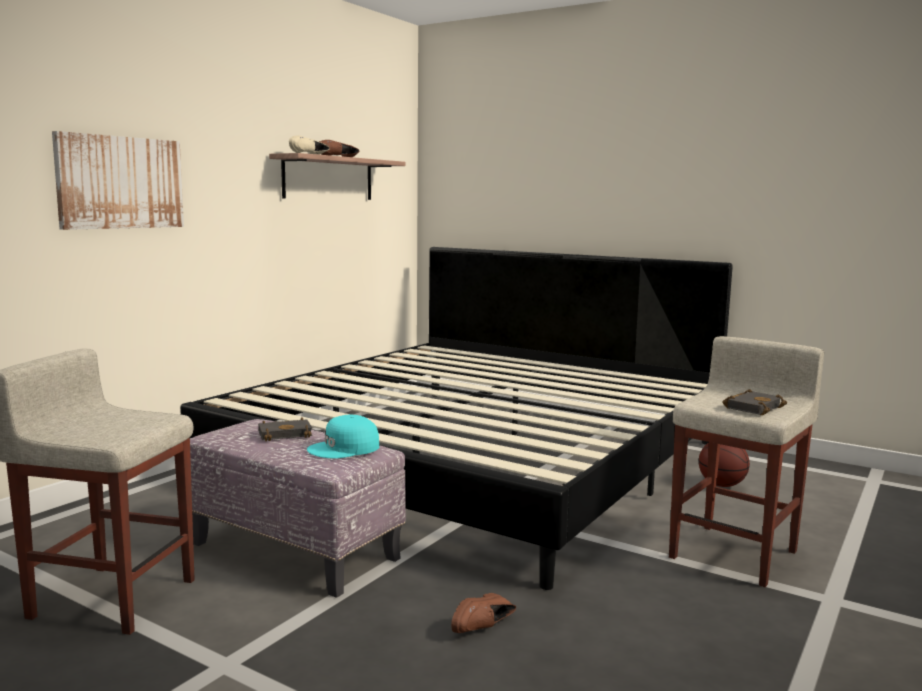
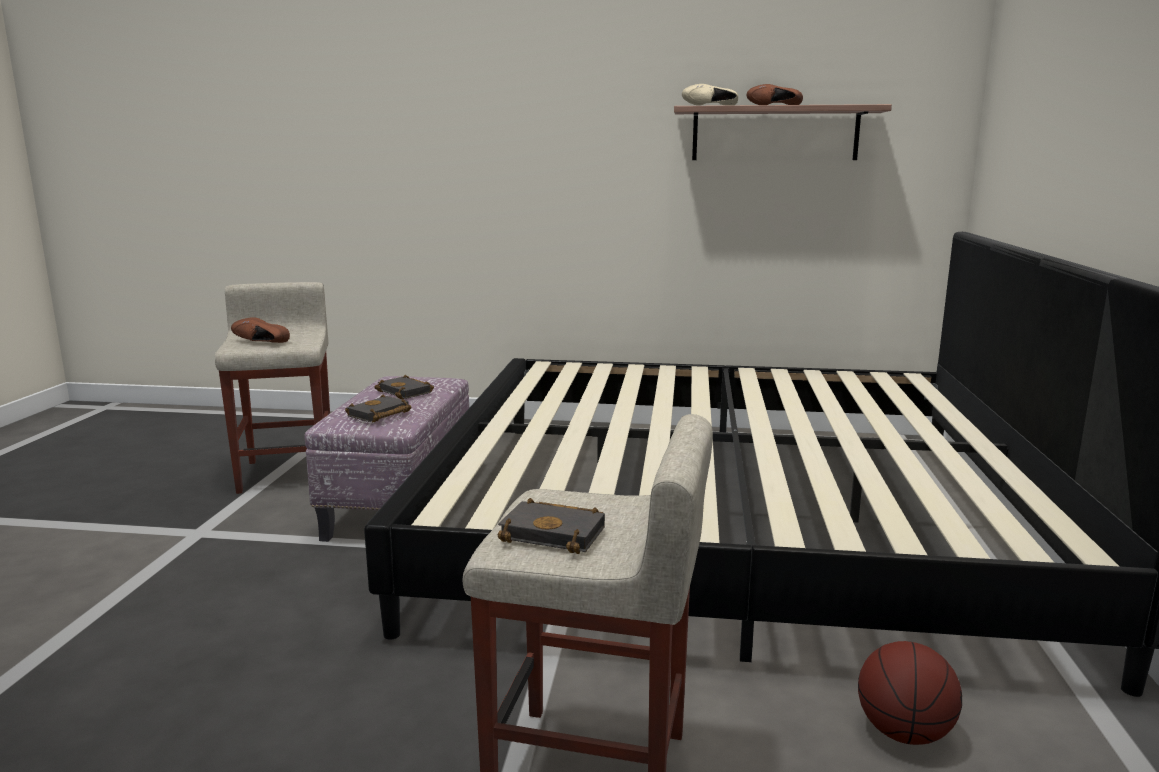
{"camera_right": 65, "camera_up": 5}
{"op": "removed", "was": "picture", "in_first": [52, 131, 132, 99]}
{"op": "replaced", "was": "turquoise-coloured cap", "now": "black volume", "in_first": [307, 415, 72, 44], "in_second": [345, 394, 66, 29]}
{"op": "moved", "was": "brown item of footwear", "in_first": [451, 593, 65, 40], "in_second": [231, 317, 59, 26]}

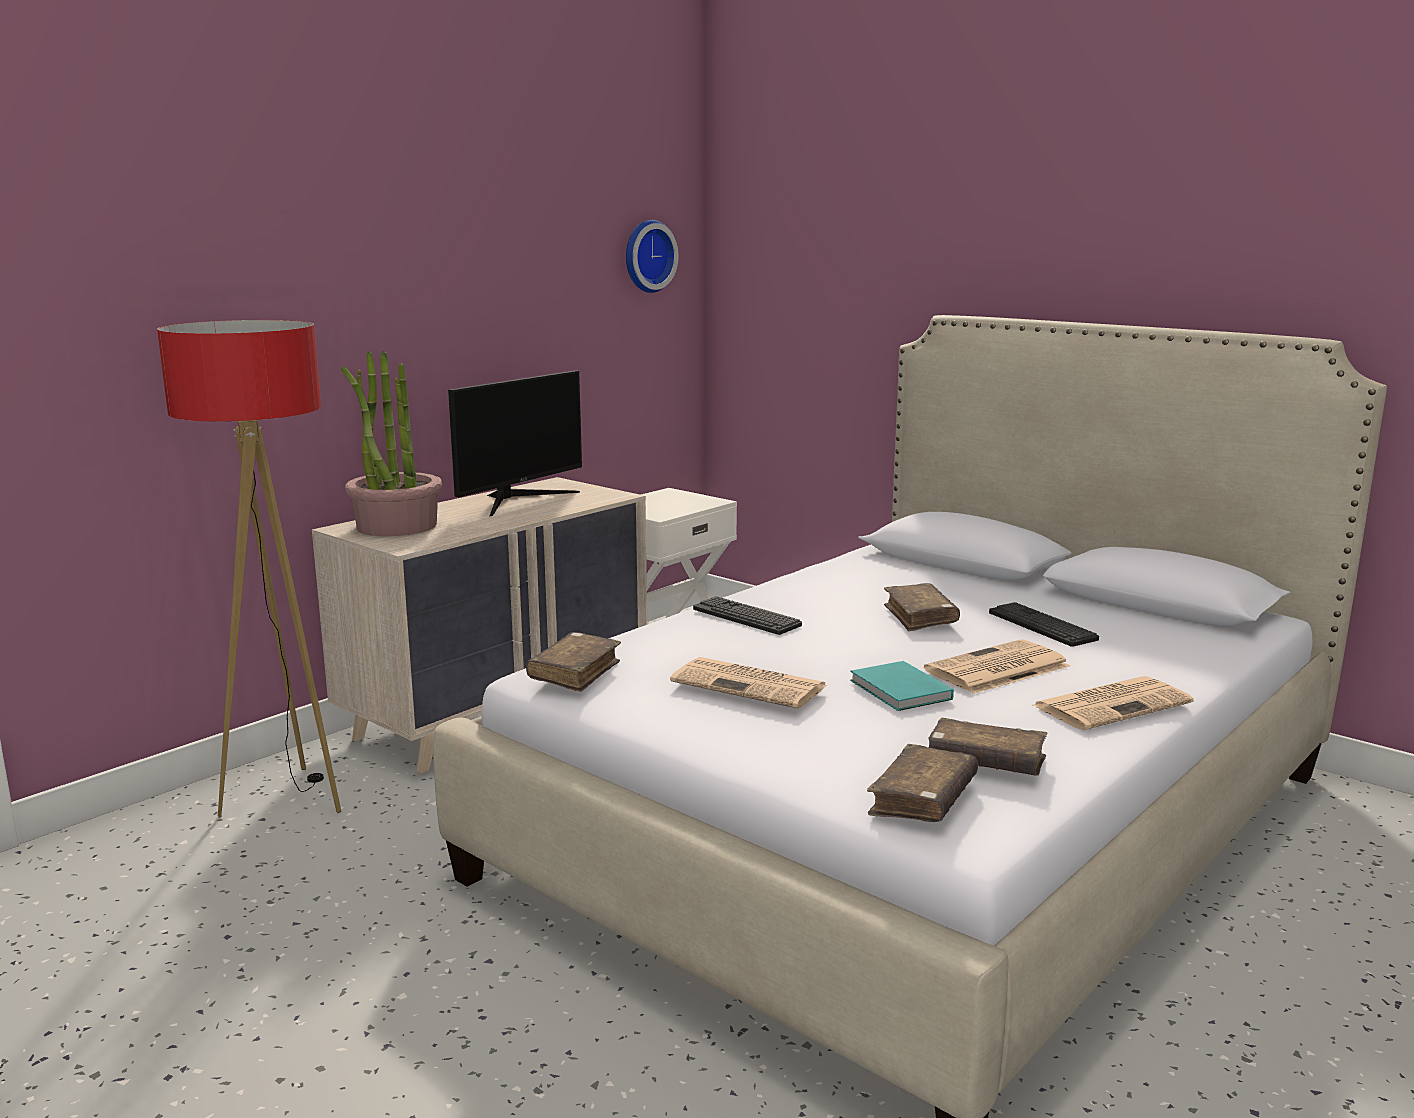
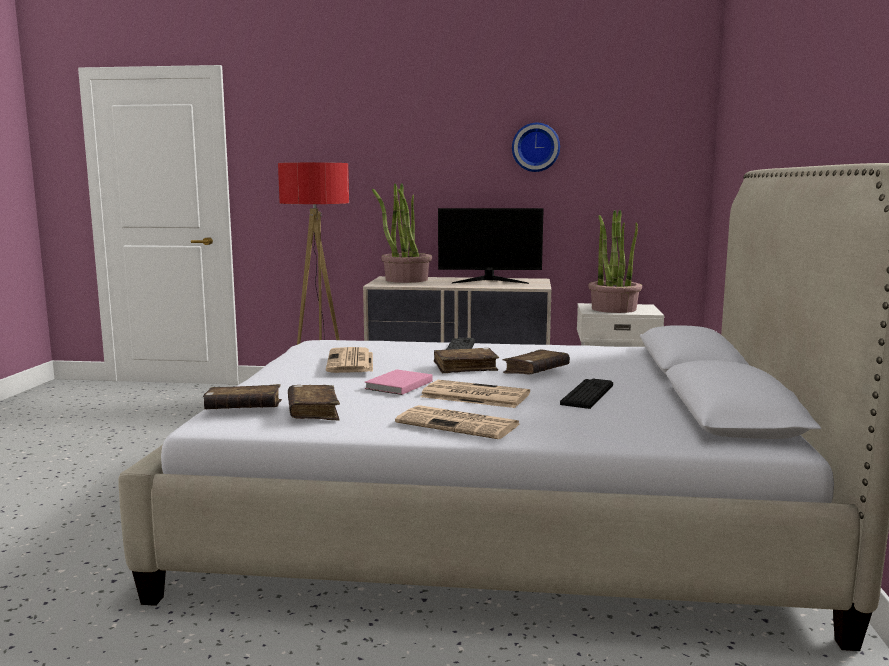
{"camera_right": 55, "camera_up": -5}
{"op": "moved", "was": "hanging clock", "in_first": [626, 220, 53, 73], "in_second": [512, 123, 48, 49]}
{"op": "moved", "was": "brown volume", "in_first": [526, 632, 95, 60], "in_second": [434, 348, 65, 25]}
{"op": "recoloured", "was": "turquoise-coloured volume", "now": "pink volume", "in_first": [850, 661, 104, 50], "in_second": [365, 369, 68, 26]}
{"op": "added", "now": "potted plant", "in_second": [588, 210, 54, 103]}

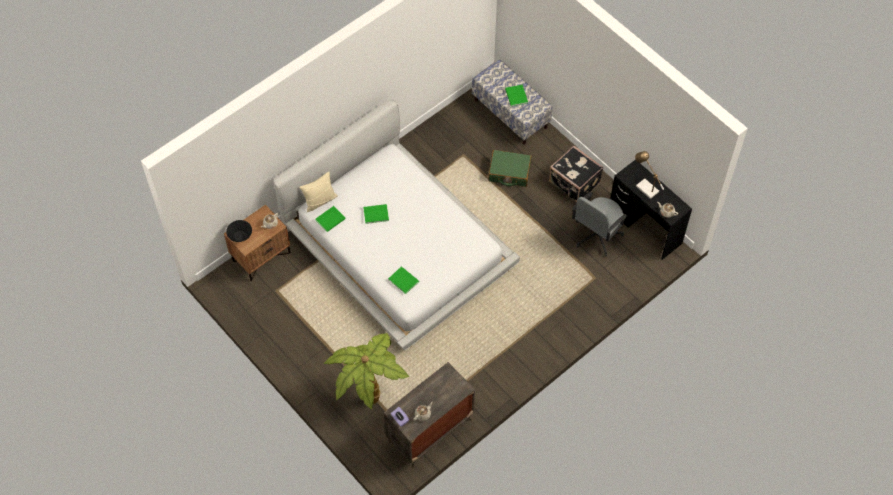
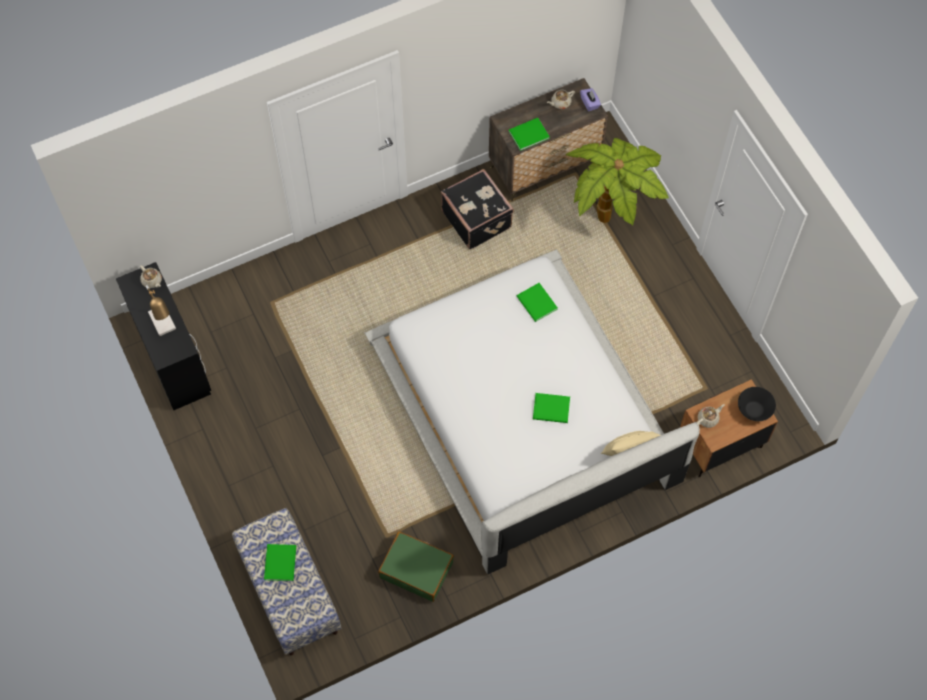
{"camera_right": -165, "camera_up": 5}
{"op": "moved", "was": "black travel case", "in_first": [549, 145, 54, 57], "in_second": [441, 169, 73, 80]}
{"op": "moved", "was": "green travel case", "in_first": [488, 150, 44, 37], "in_second": [378, 532, 76, 70]}
{"op": "removed", "was": "gray computer chair", "in_first": [572, 192, 56, 64]}
{"op": "moved", "was": "green volume", "in_first": [316, 206, 30, 26], "in_second": [508, 118, 42, 33]}

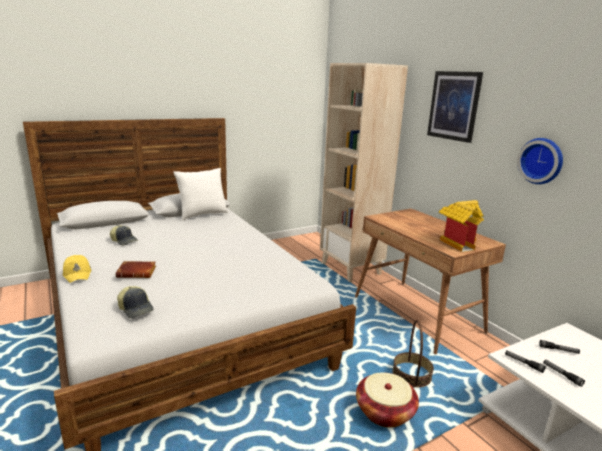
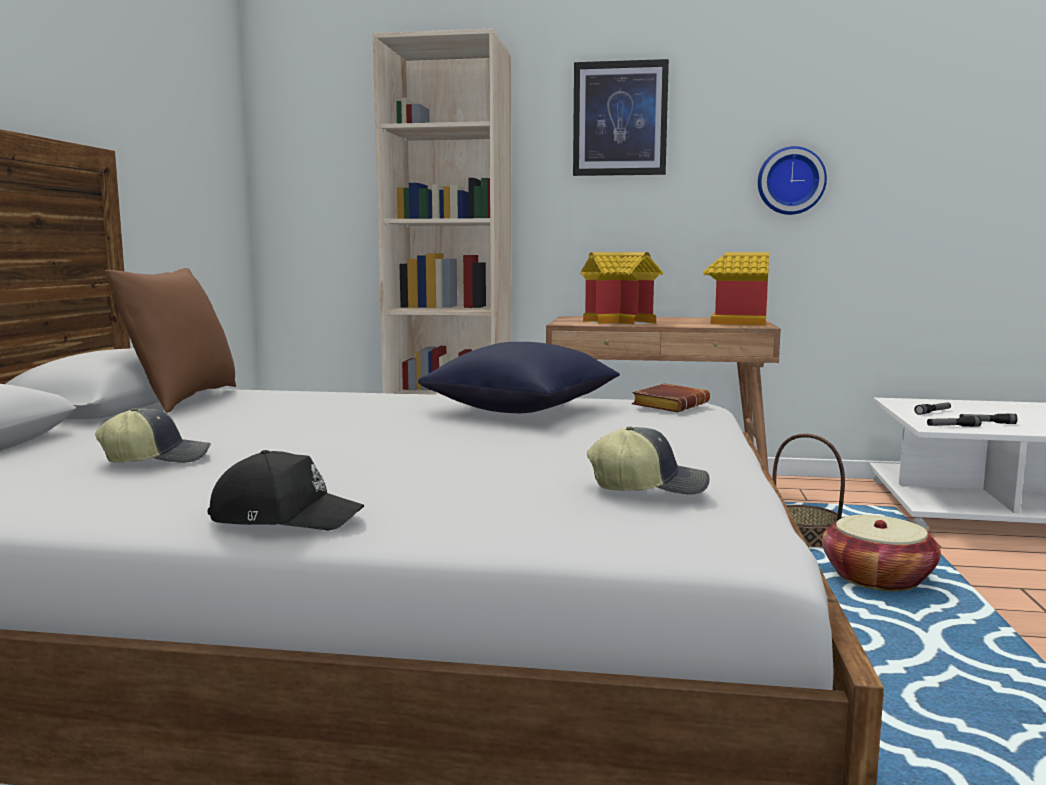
{"camera_right": -50, "camera_up": -10}
{"op": "recoloured", "was": "white throw pillow", "now": "brown throw pillow", "in_first": [173, 168, 55, 53], "in_second": [105, 268, 131, 145]}
{"op": "recoloured", "was": "yellow-coloured cap", "now": "black cap", "in_first": [63, 255, 28, 28], "in_second": [208, 450, 156, 81]}
{"op": "moved", "was": "brown volume", "in_first": [116, 261, 40, 17], "in_second": [632, 383, 78, 29]}
{"op": "added", "now": "toy house", "in_second": [580, 252, 83, 73]}
{"op": "added", "now": "blue-coloured throw pillow", "in_second": [418, 342, 202, 71]}

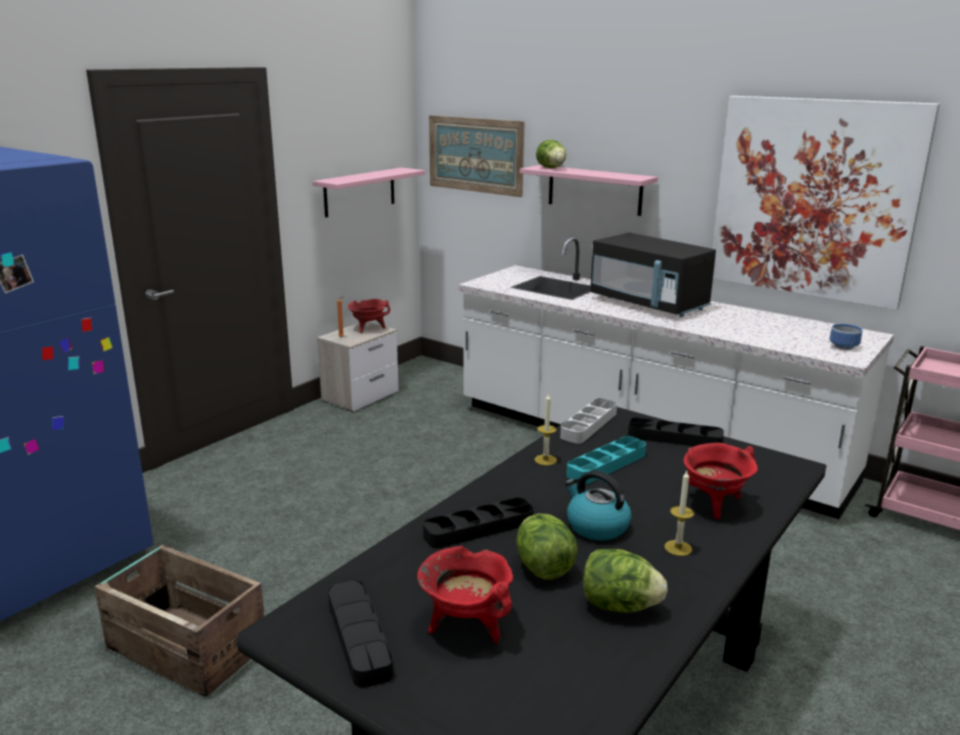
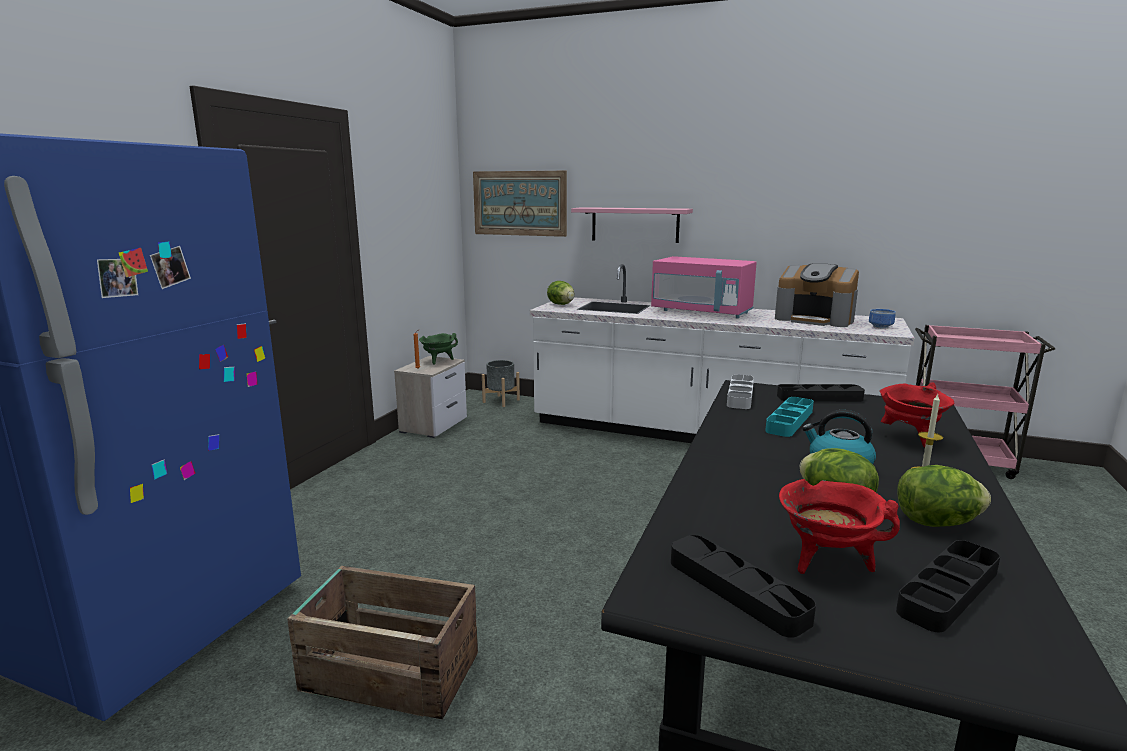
{"camera_right": -15, "camera_up": -5}
{"op": "removed", "was": "picture", "in_first": [712, 96, 228, 214]}
{"op": "moved", "was": "lettuce", "in_first": [536, 140, 30, 28], "in_second": [547, 281, 28, 24]}
{"op": "removed", "was": "pink shelf", "in_first": [312, 168, 113, 49]}
{"op": "recoloured", "was": "black microwave oven", "now": "pink microwave oven", "in_first": [590, 233, 126, 84], "in_second": [651, 256, 106, 62]}
{"op": "recoloured", "was": "red stockpot", "now": "green stockpot", "in_first": [348, 299, 42, 34], "in_second": [419, 333, 39, 32]}
{"op": "removed", "was": "wax light", "in_first": [534, 393, 23, 72]}
{"op": "moved", "was": "black serving tray", "in_first": [423, 497, 111, 51], "in_second": [896, 540, 104, 92]}
{"op": "added", "now": "coffee maker", "in_second": [775, 263, 84, 64]}
{"op": "added", "now": "gray flower pot", "in_second": [482, 360, 38, 47]}

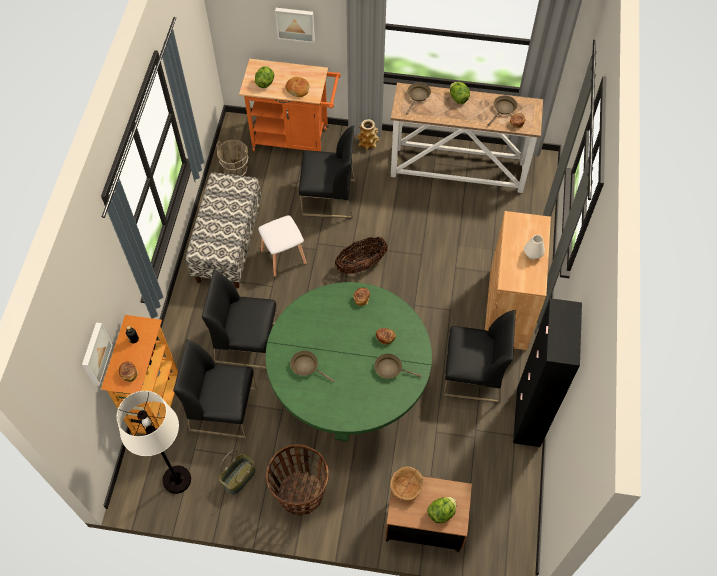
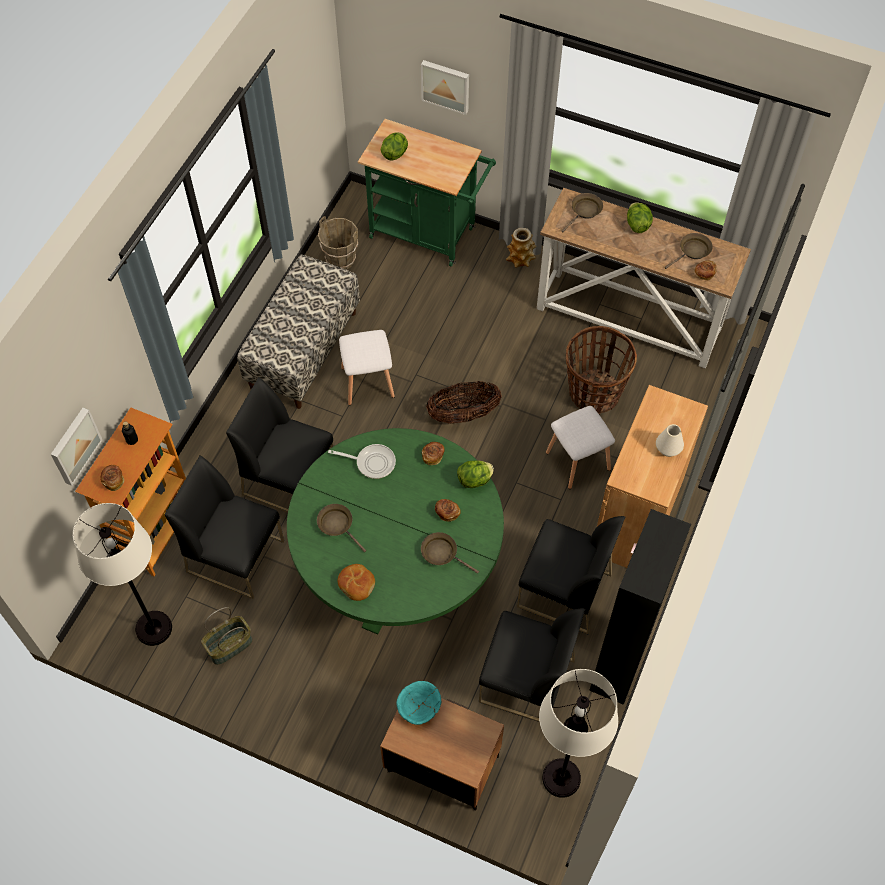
{"camera_right": 15, "camera_up": 0}
{"op": "recoloured", "was": "orange-coloured cart", "now": "green cart", "in_first": [239, 59, 102, 92], "in_second": [358, 119, 138, 148]}
{"op": "moved", "was": "bread", "in_first": [286, 77, 23, 20], "in_second": [338, 564, 37, 37]}
{"op": "moved", "was": "black plain chair", "in_first": [299, 125, 57, 94], "in_second": [479, 608, 106, 114]}
{"op": "moved", "was": "basket", "in_first": [266, 444, 63, 72], "in_second": [566, 326, 71, 88]}
{"op": "recoloured", "was": "brown deep dish", "now": "turquoise-coloured deep dish", "in_first": [390, 467, 33, 34], "in_second": [396, 681, 45, 44]}
{"op": "moved", "was": "lettuce", "in_first": [427, 497, 29, 26], "in_second": [457, 460, 37, 28]}
{"op": "added", "now": "white stool seat", "in_second": [546, 406, 69, 83]}
{"op": "added", "now": "pan", "in_second": [328, 444, 68, 35]}
{"op": "added", "now": "white standing lamp", "in_second": [539, 669, 79, 129]}

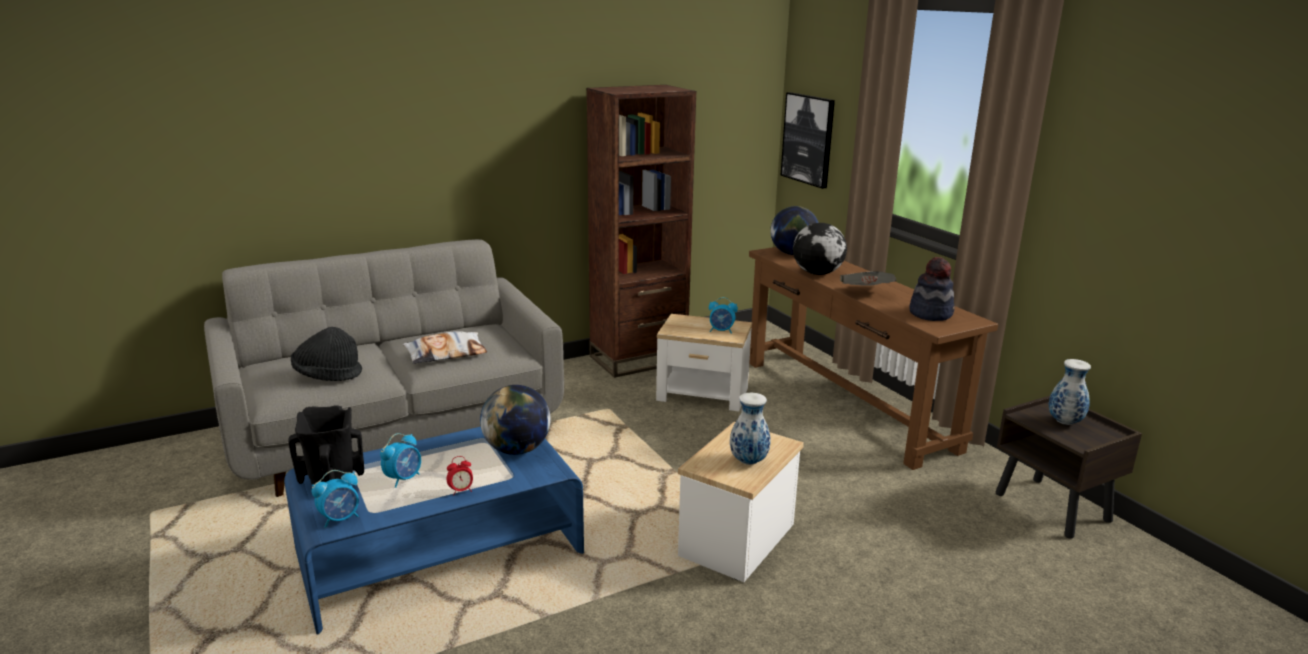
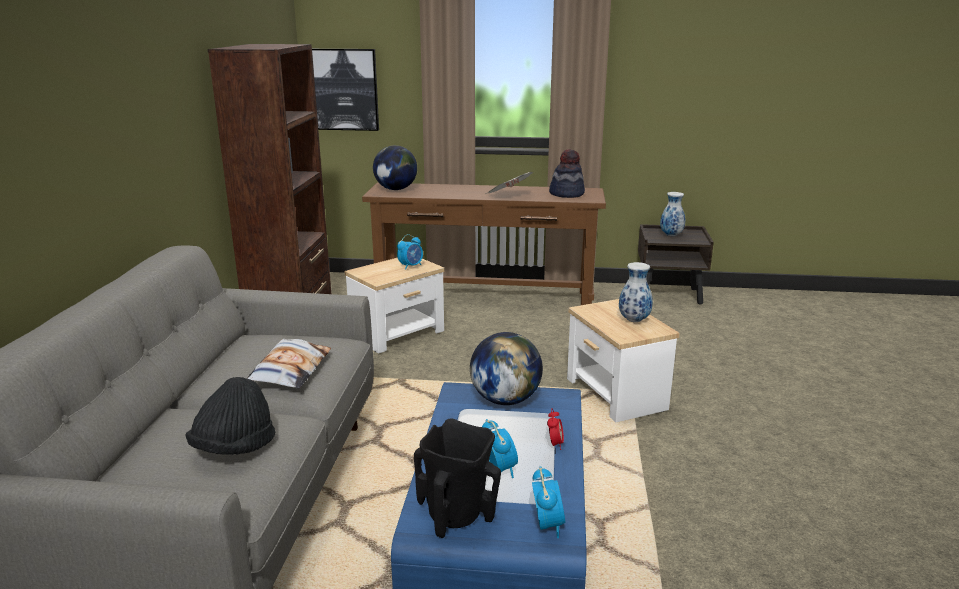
{"camera_right": -55, "camera_up": 0}
{"op": "removed", "was": "desk globe", "in_first": [793, 223, 54, 52]}

